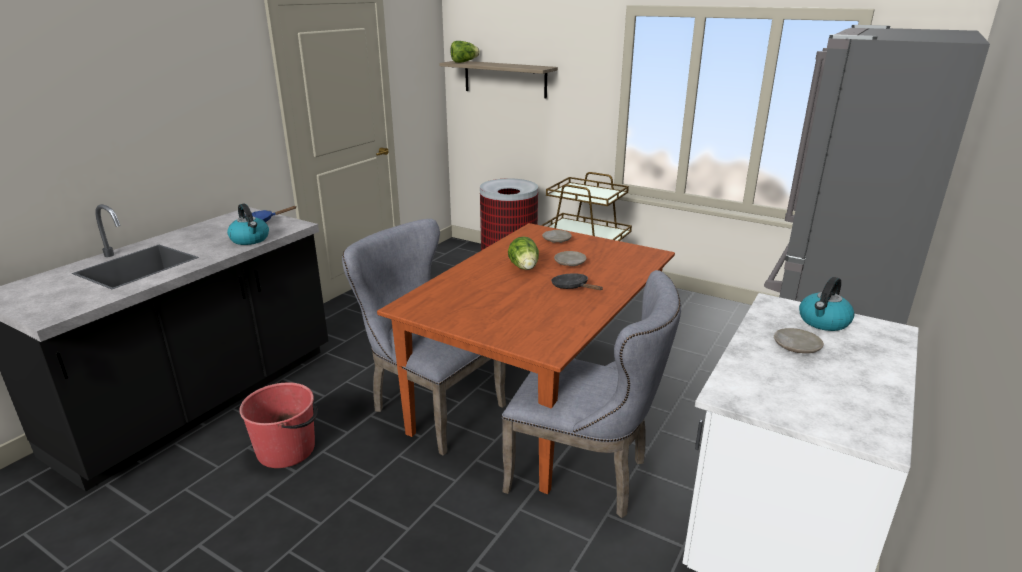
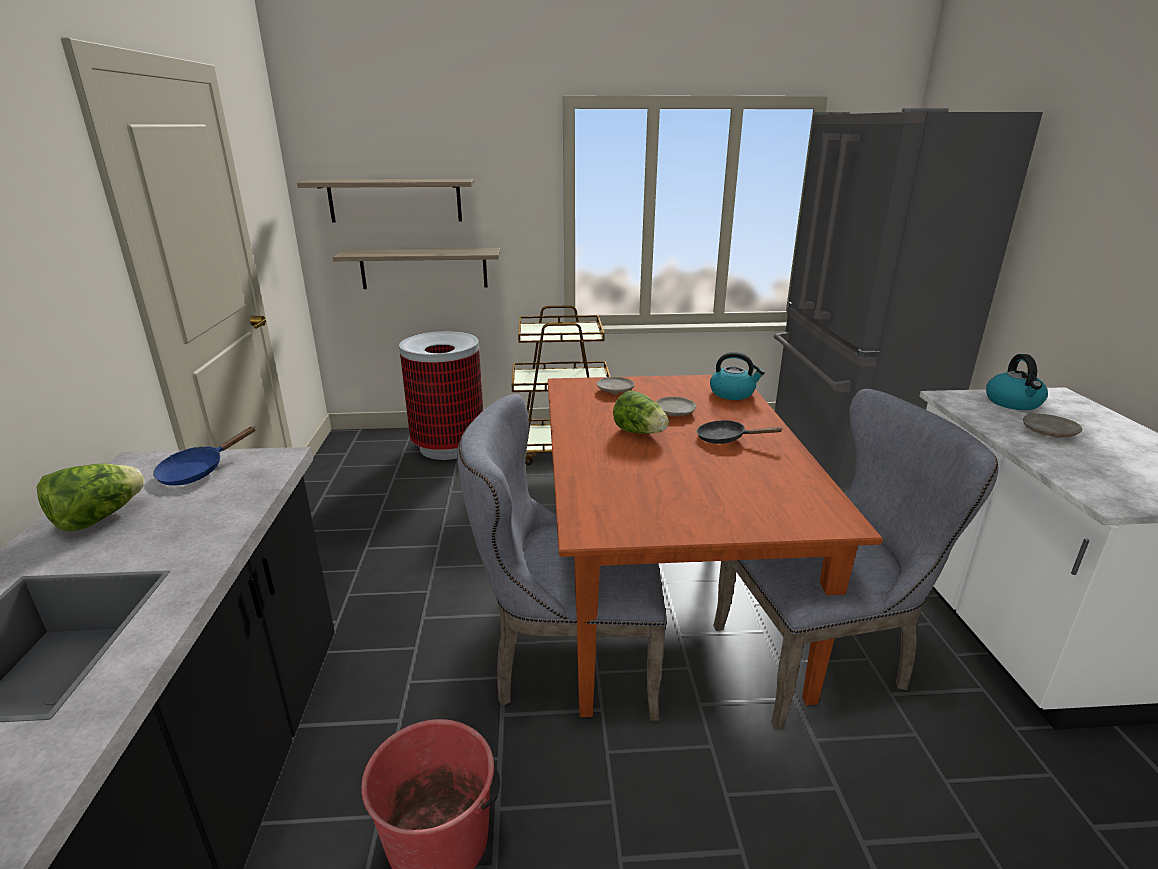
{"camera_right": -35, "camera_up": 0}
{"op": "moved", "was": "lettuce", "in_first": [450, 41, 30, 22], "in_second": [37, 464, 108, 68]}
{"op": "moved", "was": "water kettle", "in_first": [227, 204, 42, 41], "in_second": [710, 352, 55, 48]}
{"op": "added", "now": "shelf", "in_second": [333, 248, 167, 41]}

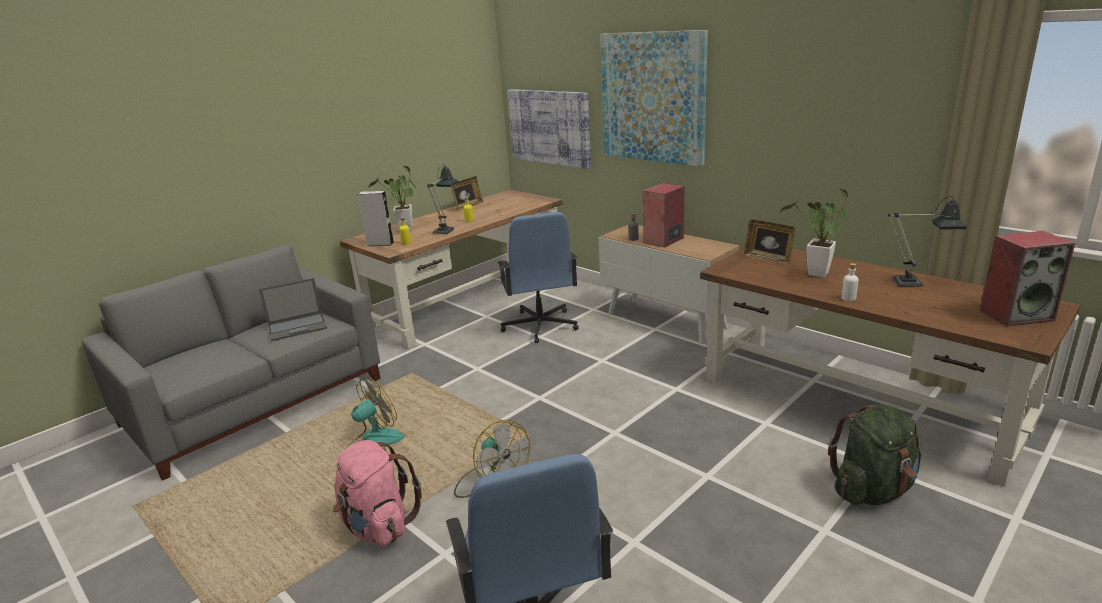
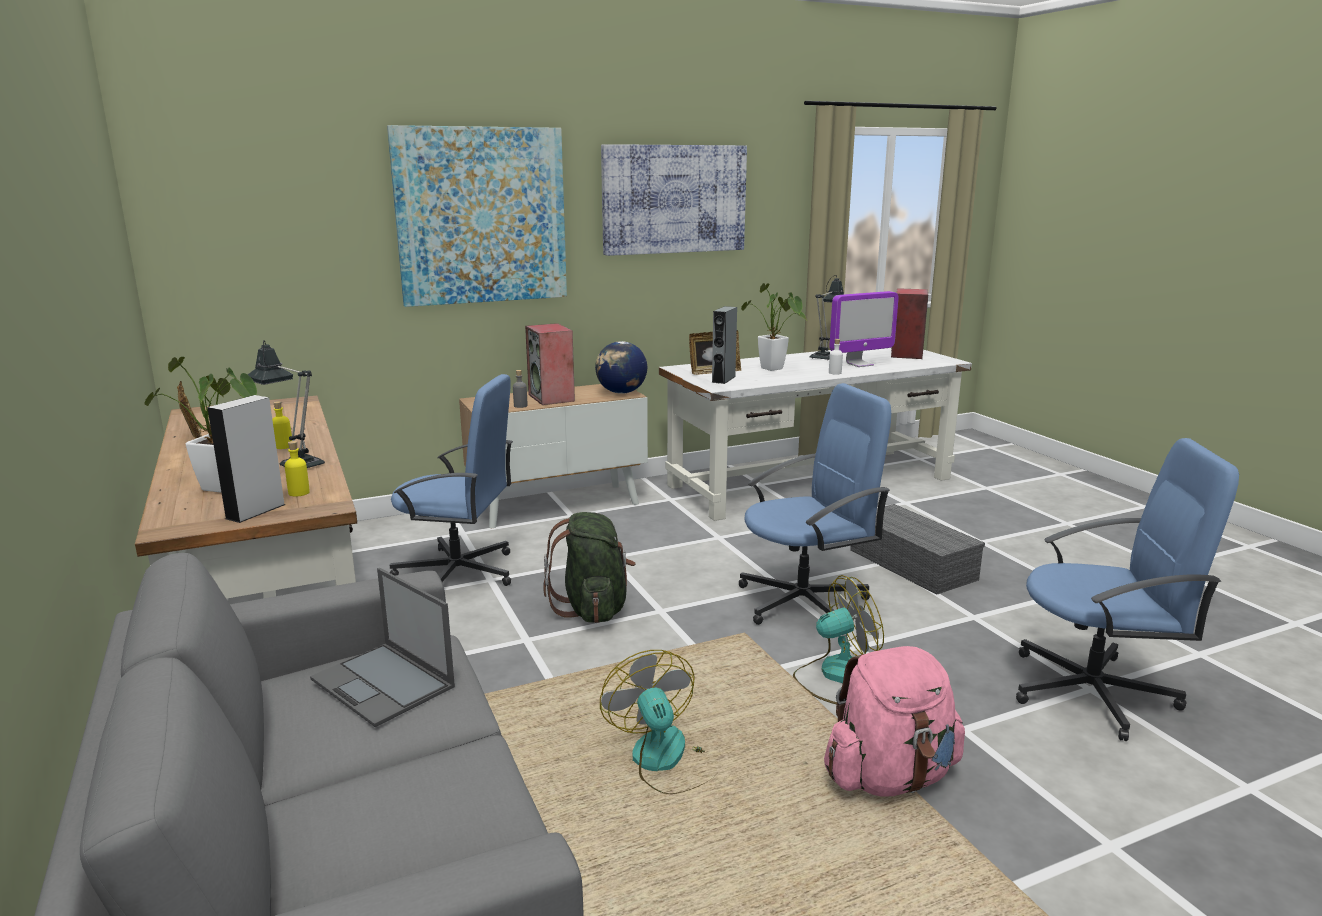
{"camera_right": -70, "camera_up": -5}
{"op": "moved", "was": "picture", "in_first": [507, 89, 84, 80], "in_second": [601, 144, 146, 112]}
{"op": "recoloured", "was": "brown desk table", "now": "white desk table", "in_first": [700, 248, 380, 239], "in_second": [659, 347, 313, 174]}
{"op": "turned", "was": "laptop", "in_first": [259, 278, 68, 63], "in_second": [310, 568, 145, 159], "clockwise": 135}
{"op": "moved", "was": "green rucksack", "in_first": [828, 405, 93, 100], "in_second": [543, 512, 93, 111]}
{"op": "added", "now": "computer screen", "in_second": [829, 291, 70, 76]}
{"op": "added", "now": "gray speaker", "in_second": [712, 306, 25, 78]}
{"op": "added", "now": "desk globe", "in_second": [595, 341, 52, 53]}
{"op": "added", "now": "blue-coloured computer chair", "in_second": [738, 383, 153, 242]}
{"op": "added", "now": "gray storage container", "in_second": [850, 504, 135, 91]}

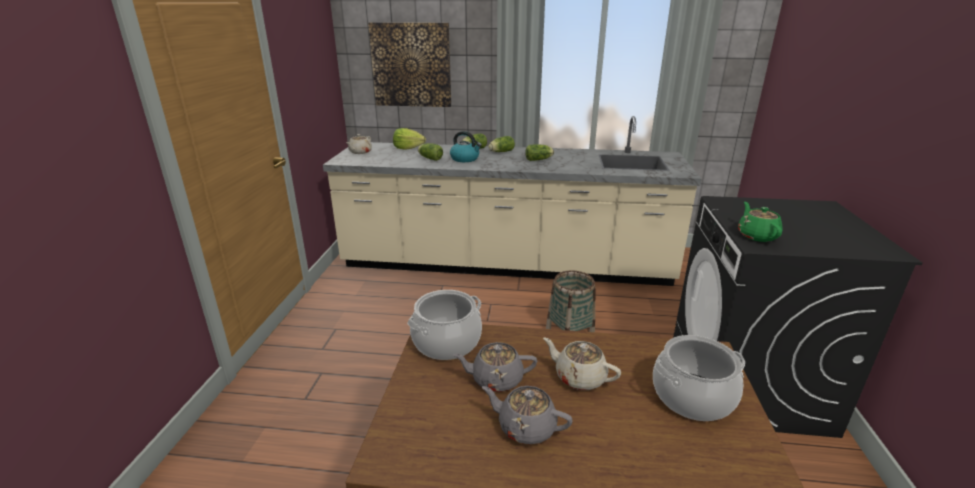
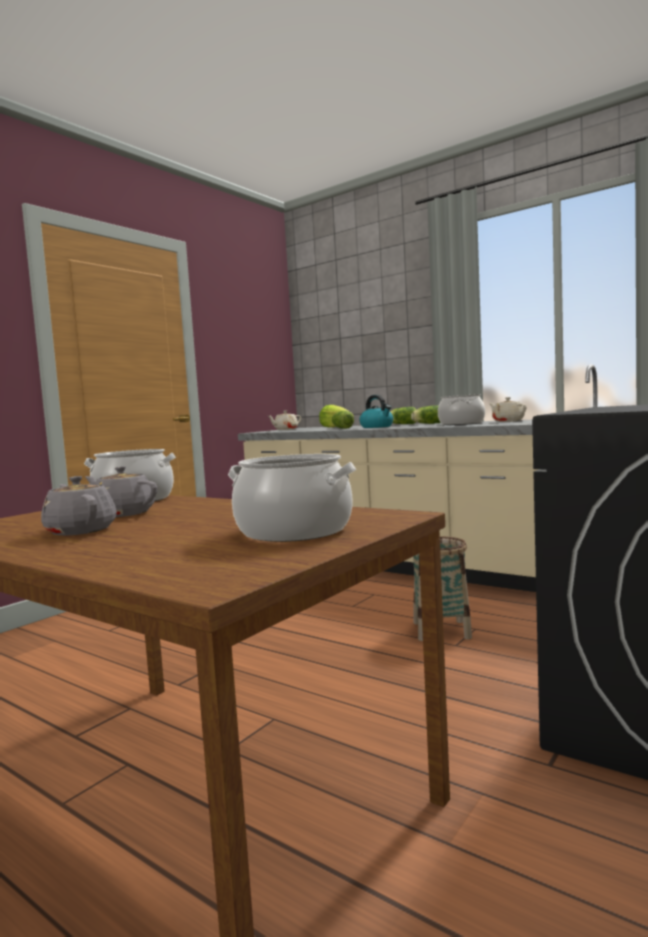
{"camera_right": 30, "camera_up": -20}
{"op": "removed", "was": "picture", "in_first": [368, 22, 83, 85]}
{"op": "replaced", "was": "lettuce", "now": "stockpot", "in_first": [525, 144, 29, 17], "in_second": [438, 394, 47, 31]}
{"op": "removed", "was": "green pot for tea", "in_first": [738, 202, 44, 40]}
{"op": "moved", "was": "beige-coloured pot for tea", "in_first": [543, 337, 78, 53], "in_second": [489, 397, 37, 25]}

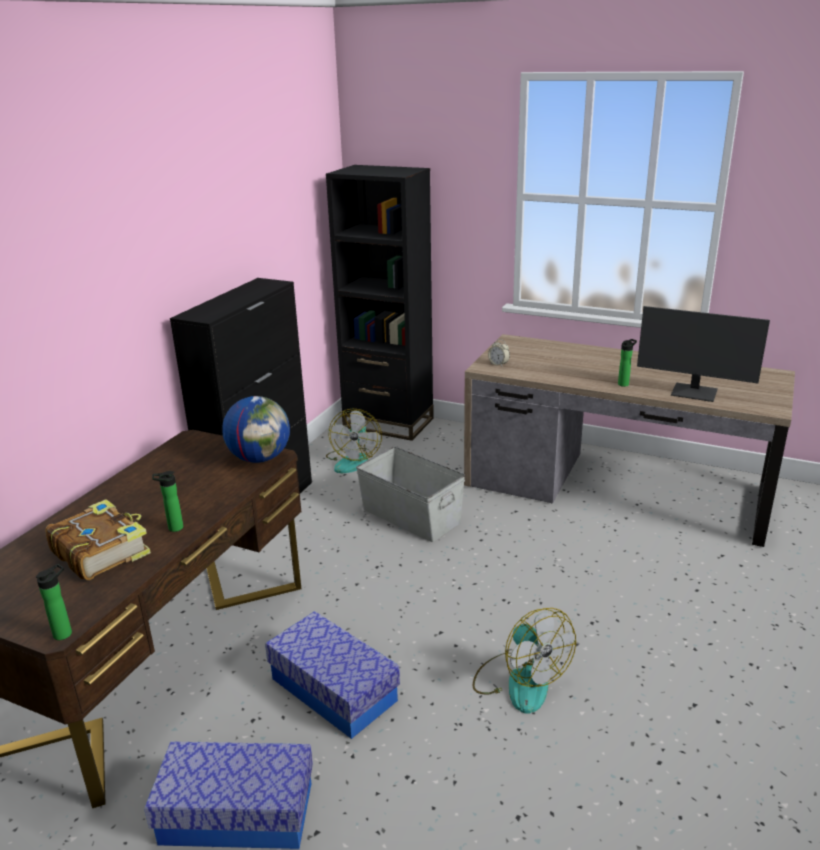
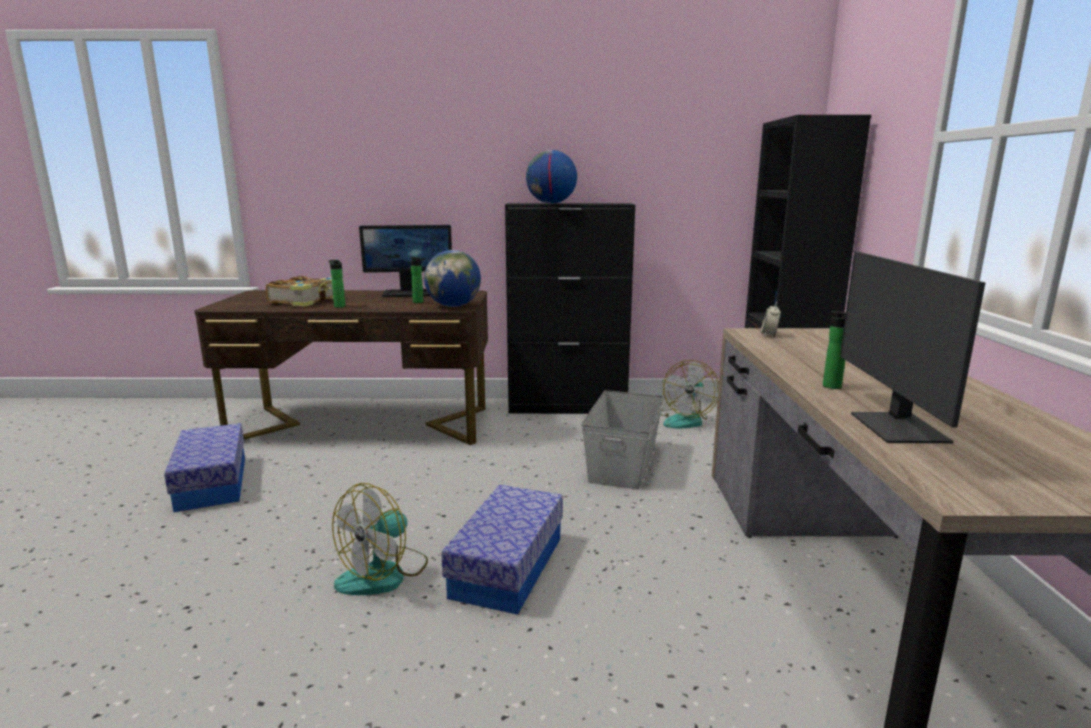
{"camera_right": 65, "camera_up": -10}
{"op": "turned", "was": "fan", "in_first": [326, 409, 56, 64], "in_second": [660, 360, 59, 68], "clockwise": -45}
{"op": "moved", "was": "bottle", "in_first": [36, 564, 36, 76], "in_second": [410, 257, 16, 46]}
{"op": "moved", "was": "storage container", "in_first": [265, 611, 135, 128], "in_second": [441, 485, 122, 130]}
{"op": "added", "now": "desk globe", "in_second": [526, 150, 51, 54]}
{"op": "added", "now": "computer screen", "in_second": [359, 225, 93, 72]}

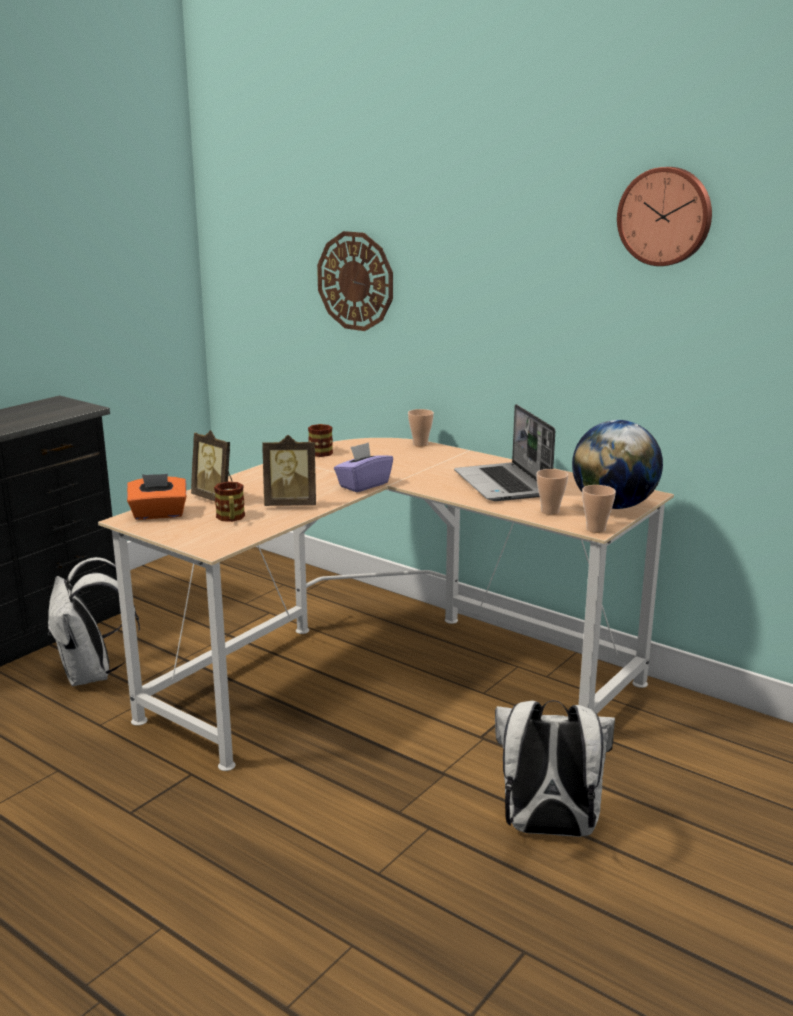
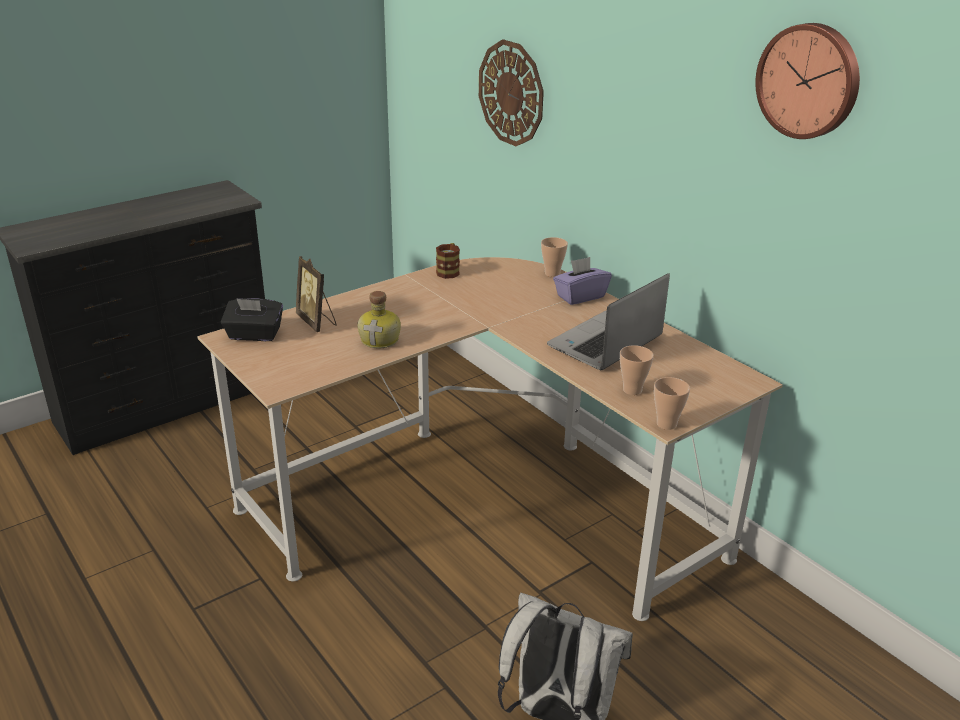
{"camera_right": 15, "camera_up": 10}
{"op": "turned", "was": "laptop", "in_first": [454, 404, 101, 97], "in_second": [547, 273, 123, 97], "clockwise": 45}
{"op": "removed", "was": "desk globe", "in_first": [572, 420, 91, 89]}
{"op": "replaced", "was": "photo frame", "now": "bottle", "in_first": [262, 435, 54, 71], "in_second": [357, 291, 44, 58]}
{"op": "moved", "was": "purplish box of tissues", "in_first": [334, 442, 59, 50], "in_second": [553, 257, 59, 48]}
{"op": "recoloured", "was": "orange-coloured box of tissues", "now": "black box of tissues", "in_first": [127, 474, 59, 46], "in_second": [221, 298, 62, 43]}
{"op": "removed", "was": "coffee mug", "in_first": [214, 482, 31, 40]}
{"op": "removed", "was": "white rucksack", "in_first": [48, 557, 92, 129]}

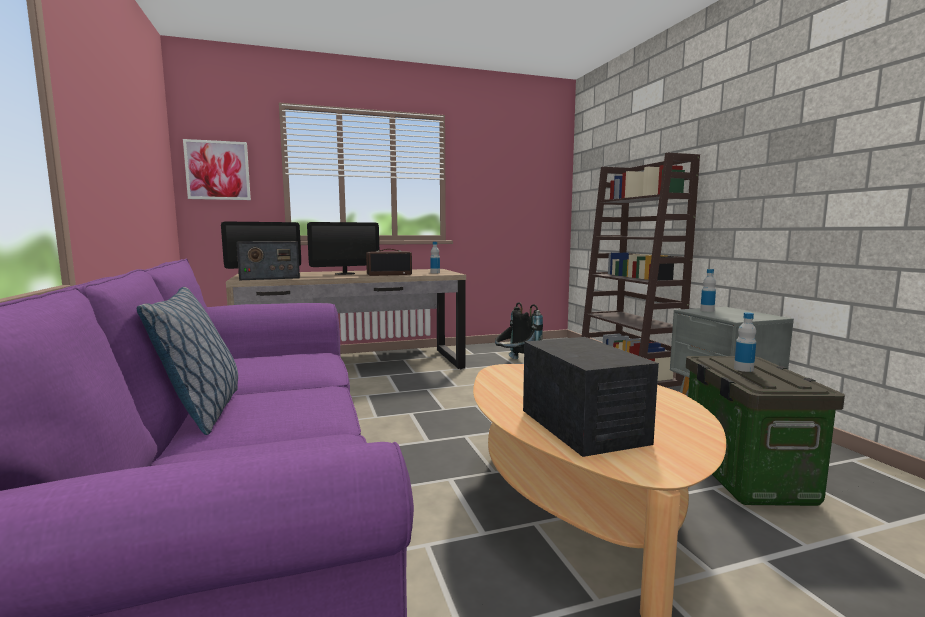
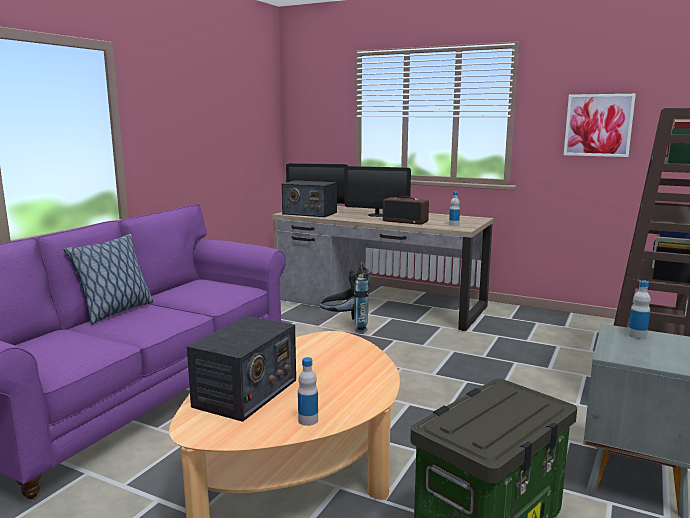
{"camera_right": 45, "camera_up": 5}
{"op": "moved", "was": "picture", "in_first": [183, 139, 68, 61], "in_second": [564, 94, 72, 63]}
{"op": "moved", "was": "black rucksack", "in_first": [495, 302, 48, 57], "in_second": [320, 262, 49, 72]}
{"op": "moved", "was": "bottle", "in_first": [734, 312, 22, 60], "in_second": [298, 357, 20, 69]}

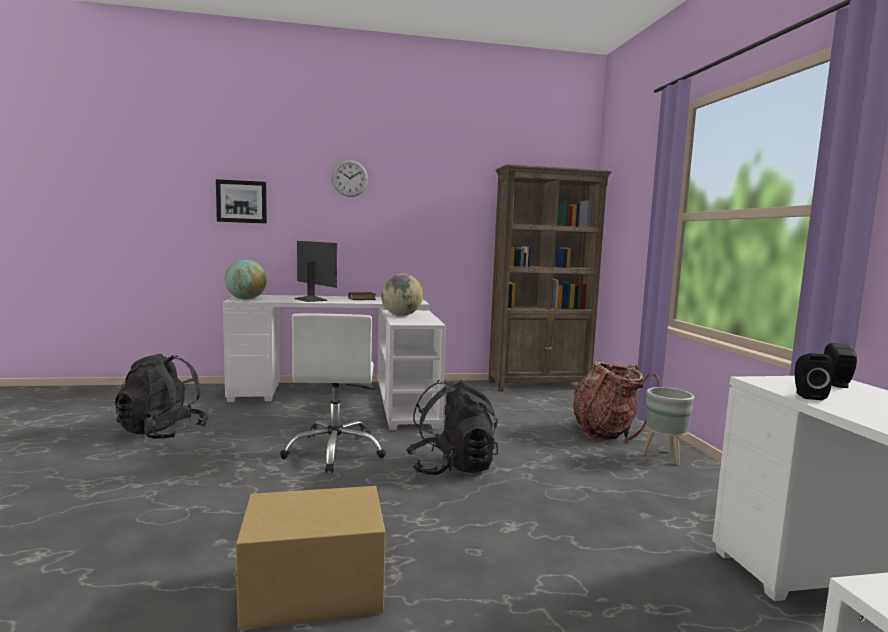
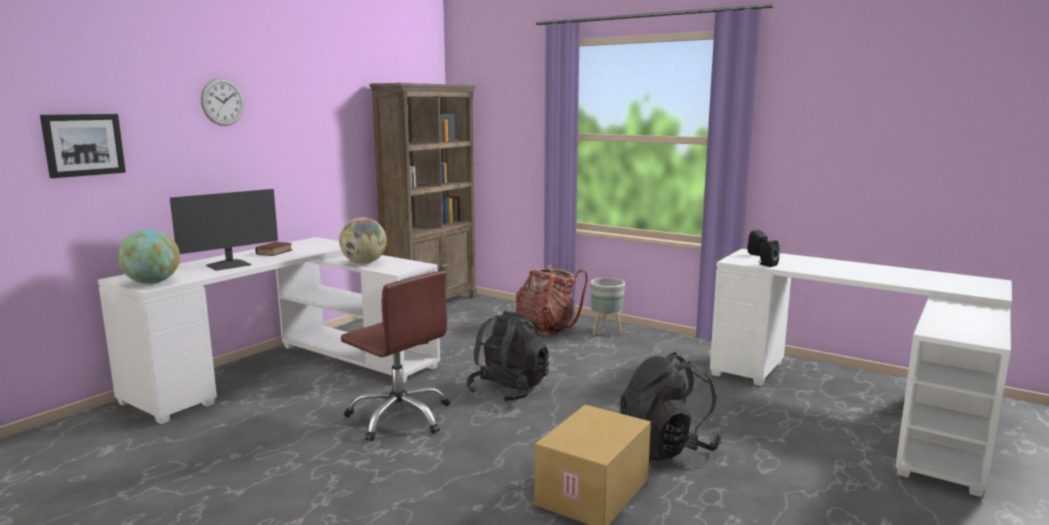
{"camera_right": -45, "camera_up": 5}
{"op": "turned", "was": "computer screen", "in_first": [294, 241, 43, 61], "in_second": [170, 189, 108, 82], "clockwise": 135}
{"op": "recoloured", "was": "white computer chair", "now": "brown computer chair", "in_first": [280, 314, 106, 159], "in_second": [341, 270, 109, 171]}
{"op": "moved", "was": "black rucksack", "in_first": [115, 354, 94, 85], "in_second": [620, 352, 101, 109]}

